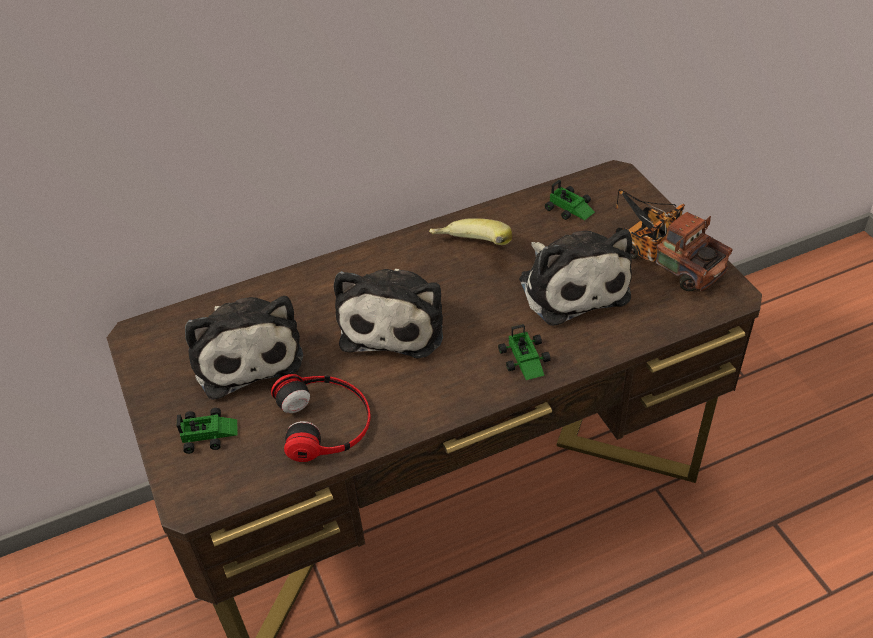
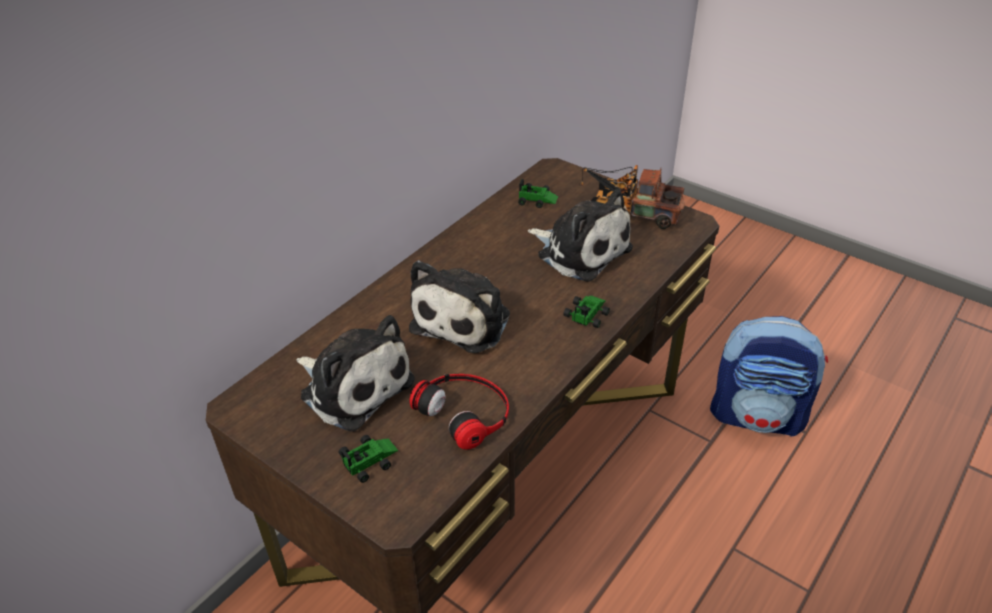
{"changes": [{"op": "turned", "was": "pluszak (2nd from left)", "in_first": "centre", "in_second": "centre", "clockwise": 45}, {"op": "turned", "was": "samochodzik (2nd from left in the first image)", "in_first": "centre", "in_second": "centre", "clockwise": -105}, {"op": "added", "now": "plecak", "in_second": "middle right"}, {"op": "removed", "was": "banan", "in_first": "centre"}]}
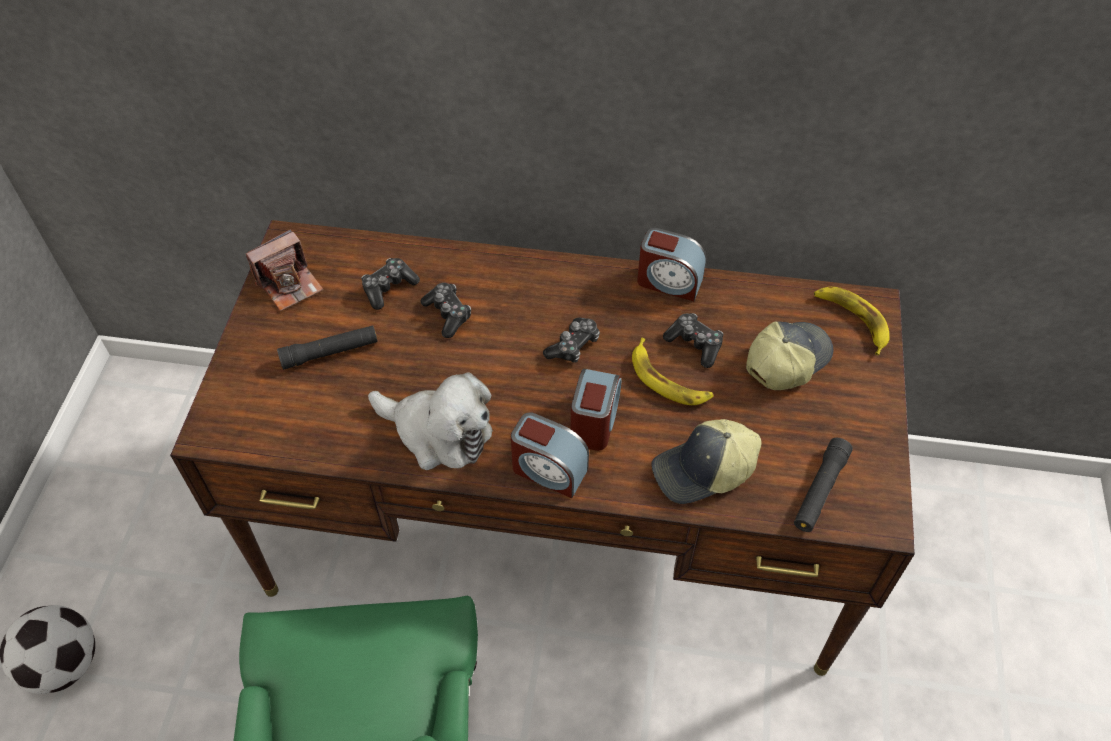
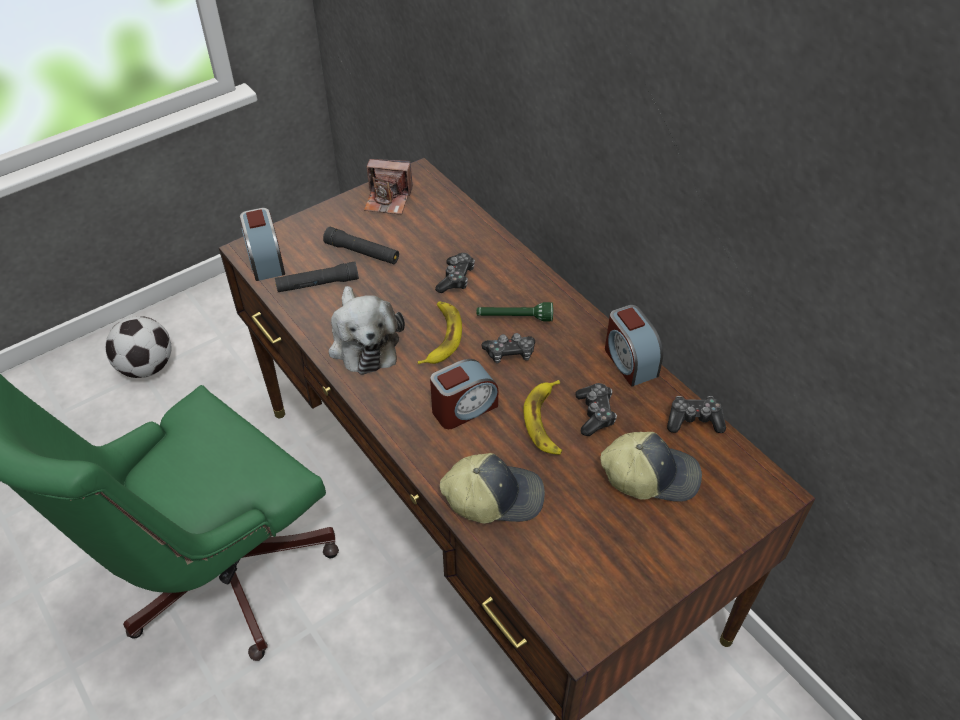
{"changes": [{"op": "moved", "was": "budzik (1st from left)", "in_first": "centre", "in_second": "middle left"}, {"op": "moved", "was": "latarka/czarny (2nd from left in the first image)", "now": "latarka/czarny (1st from left)", "in_first": "middle right", "in_second": "middle left"}, {"op": "moved", "was": "banan (2nd from left in the first image)", "now": "banan (1st from left)", "in_first": "middle right", "in_second": "centre"}, {"op": "turned", "was": "czapka z daszkiem (1st from left)", "in_first": "centre", "in_second": "bottom centre", "clockwise": 150}, {"op": "added", "now": "latarka/zielony", "in_second": "centre"}, {"op": "moved", "was": "pad do gier (1st from left in the first image)", "now": "pad do gier (4th from left)", "in_first": "centre", "in_second": "middle right"}]}
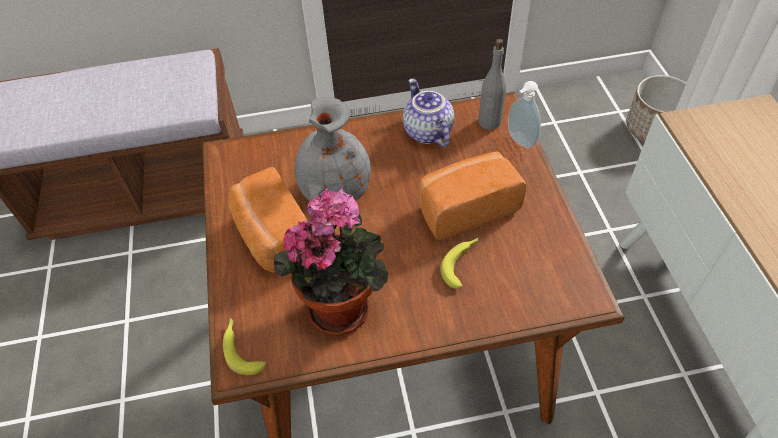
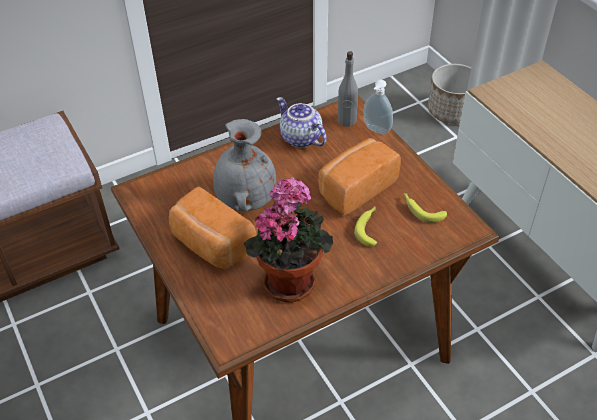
{"changes": [{"op": "moved", "was": "banan (1st from left in the first image)", "now": "banan (2nd from left)", "in_first": "bottom left", "in_second": "middle right"}]}
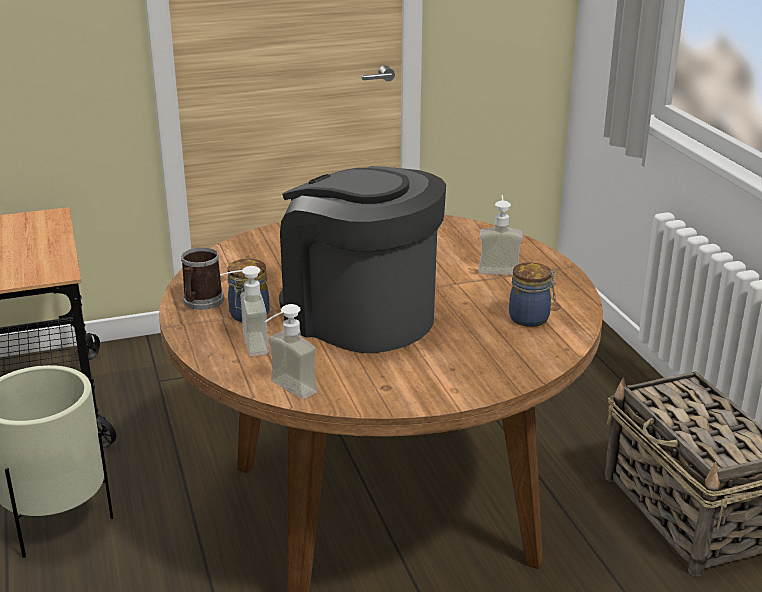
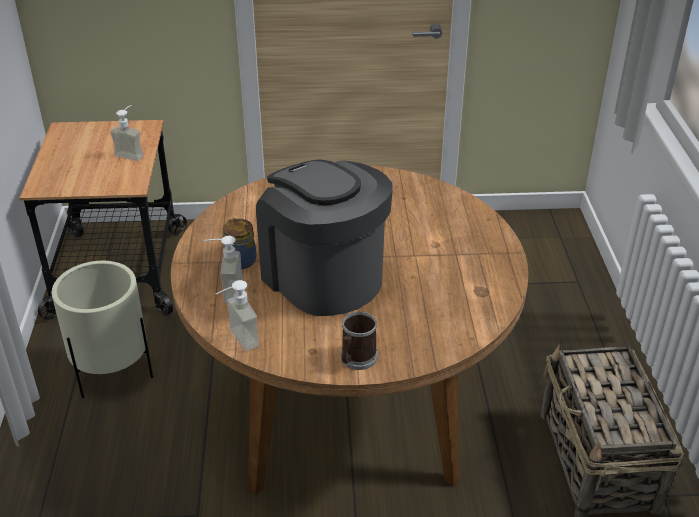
{"changes": [{"op": "moved", "was": "dozownik mydła (3rd from left in the first image)", "now": "dozownik mydła (1st from left)", "in_first": "centre", "in_second": "top left"}, {"op": "moved", "was": "kubek", "in_first": "middle left", "in_second": "centre"}, {"op": "removed", "was": "słoik (2nd from left)", "in_first": "middle right"}]}
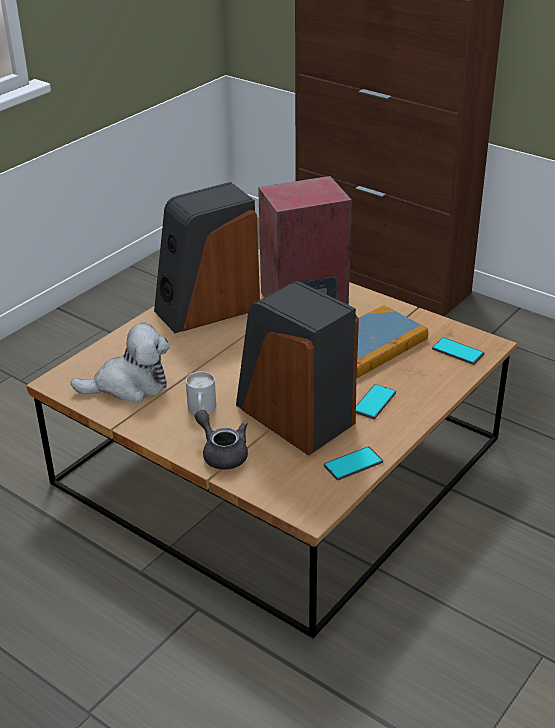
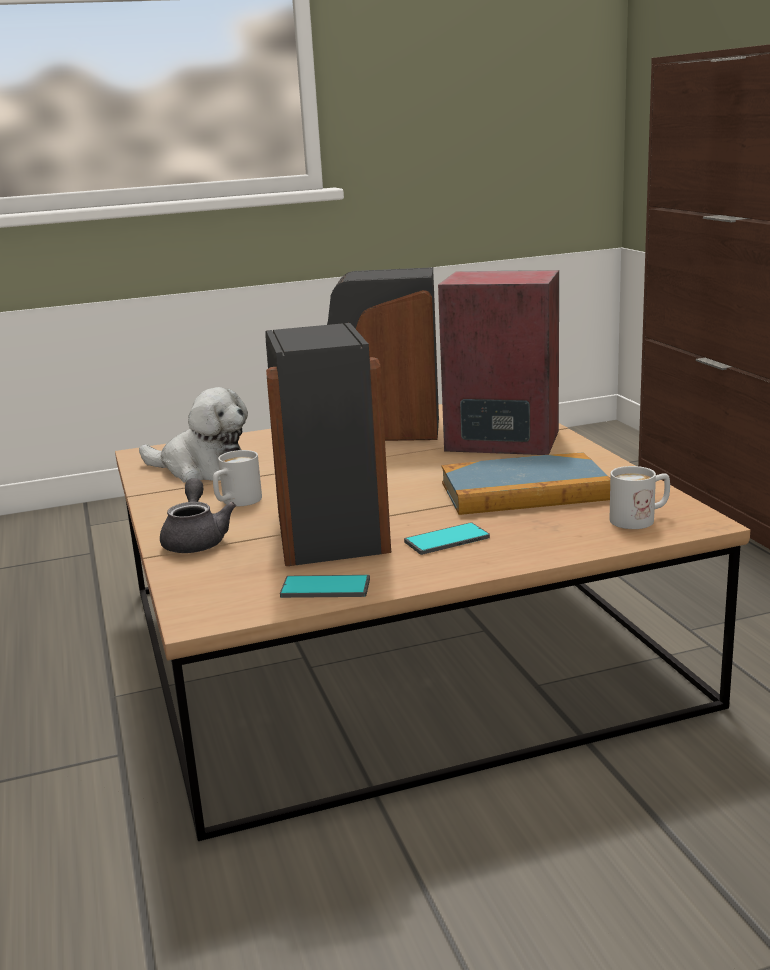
{"changes": [{"op": "replaced", "was": "telefon (3rd from left)", "now": "kubek/biały (2nd from left)", "in_first": "middle right", "in_second": "middle right"}]}
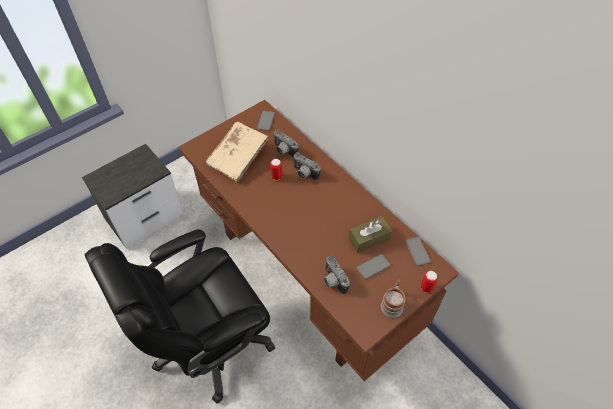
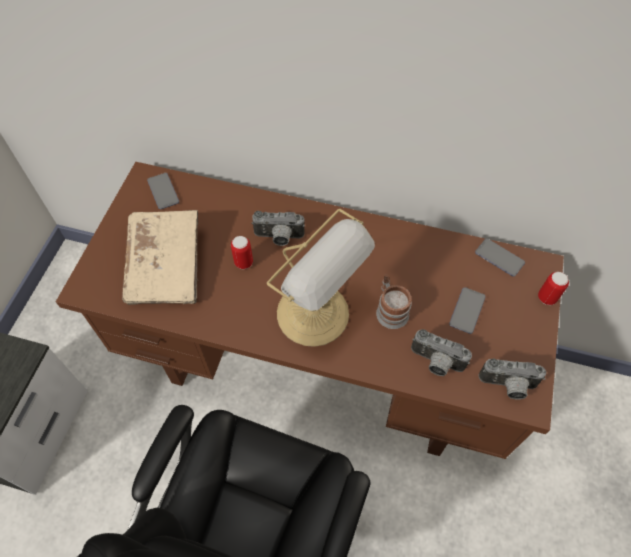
{"changes": [{"op": "added", "now": "lampa stołowa", "in_second": "centre"}, {"op": "moved", "was": "kubek", "in_first": "bottom centre", "in_second": "centre"}, {"op": "moved", "was": "aparat fotograficzny (1st from left in the first image)", "now": "aparat fotograficzny (3rd from left)", "in_first": "centre", "in_second": "bottom right"}, {"op": "removed", "was": "pudełko chusteczek/brązowy", "in_first": "centre"}]}
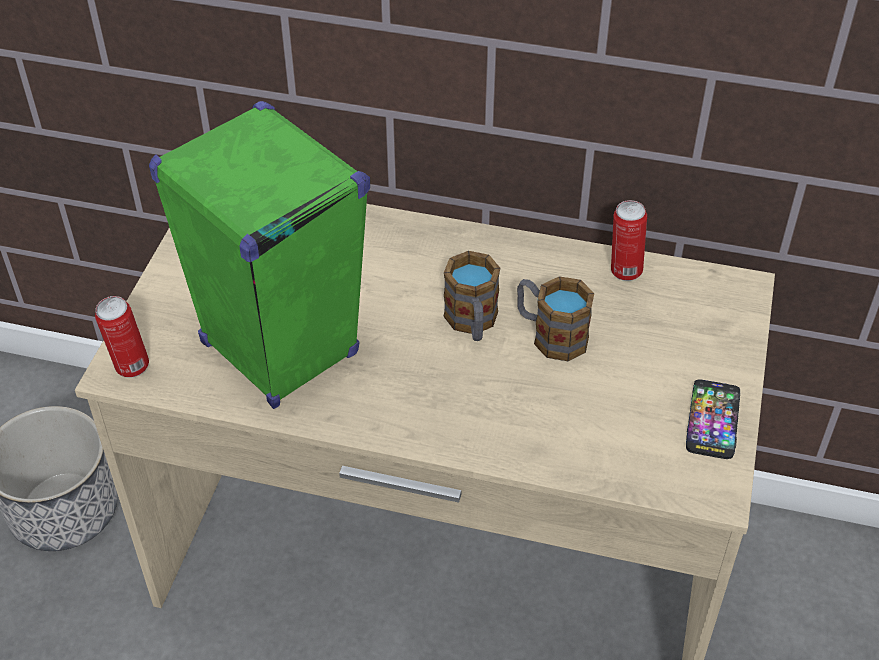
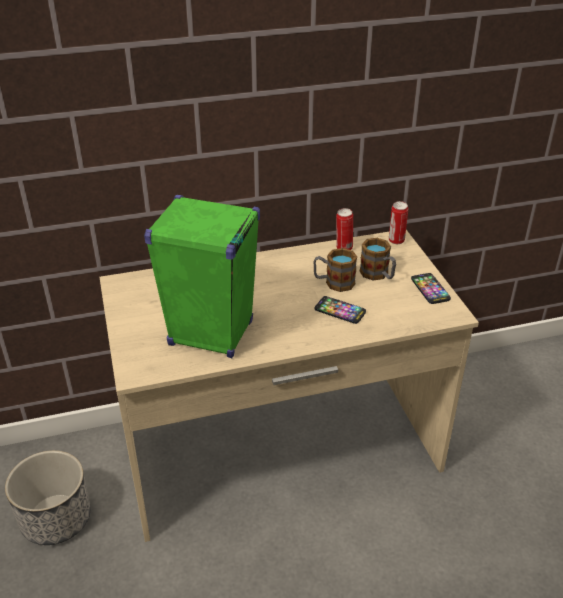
{"changes": [{"op": "added", "now": "telefon (1st from left)", "in_second": "centre"}, {"op": "moved", "was": "kubek (1st from left in the first image)", "now": "kubek (2nd from left)", "in_first": "centre", "in_second": "middle right"}, {"op": "moved", "was": "puszka (1st from left in the first image)", "now": "puszka (2nd from left)", "in_first": "middle left", "in_second": "middle right"}]}
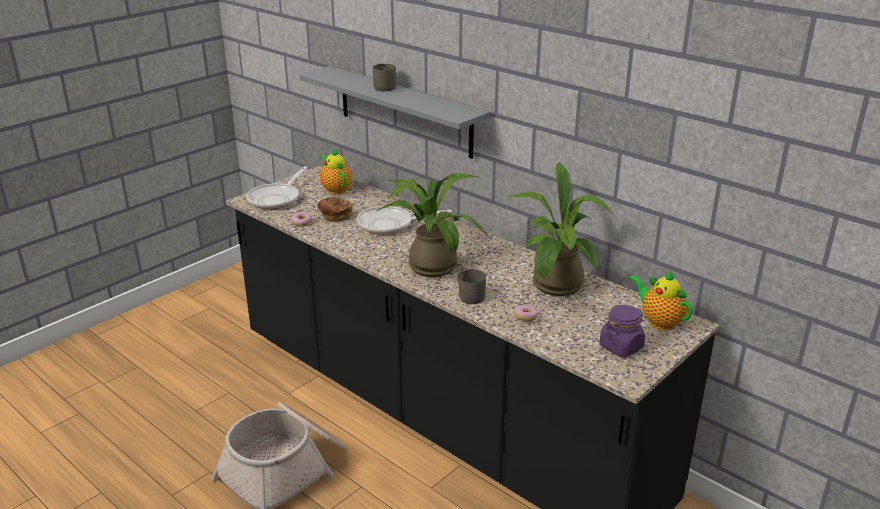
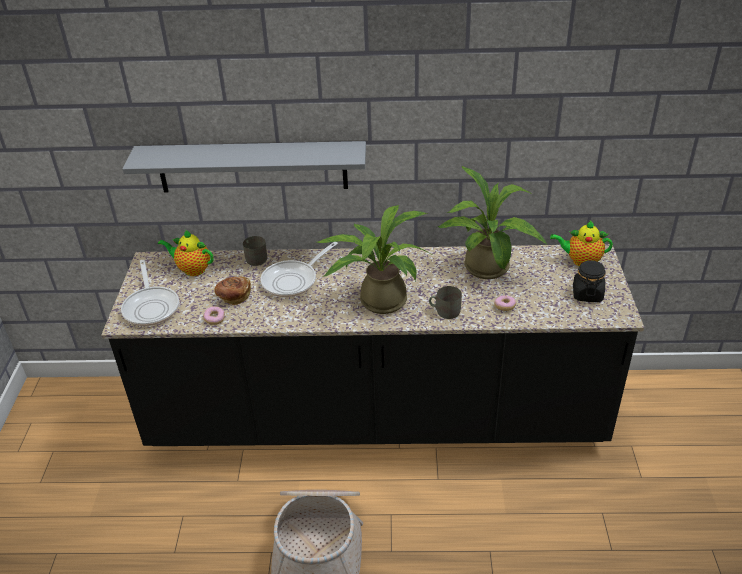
{"changes": [{"op": "moved", "was": "kubek/szary (1st from left)", "in_first": "top centre", "in_second": "centre"}, {"op": "recoloured", "was": "słoik/fioletowy", "now": "słoik/czarny", "in_first": "middle right", "in_second": "middle right"}]}
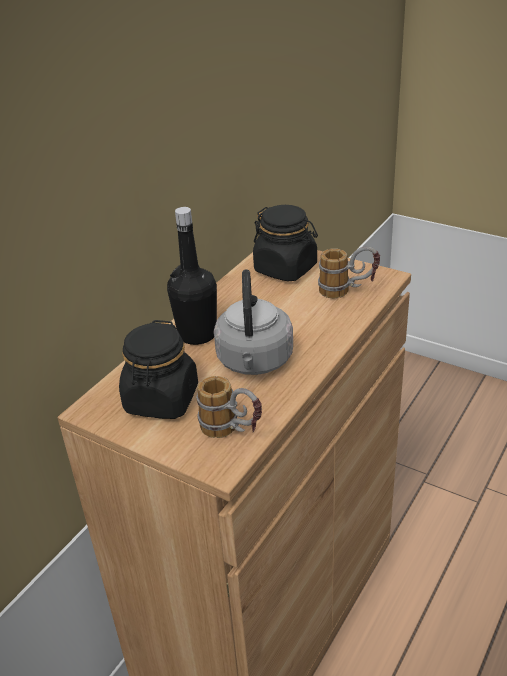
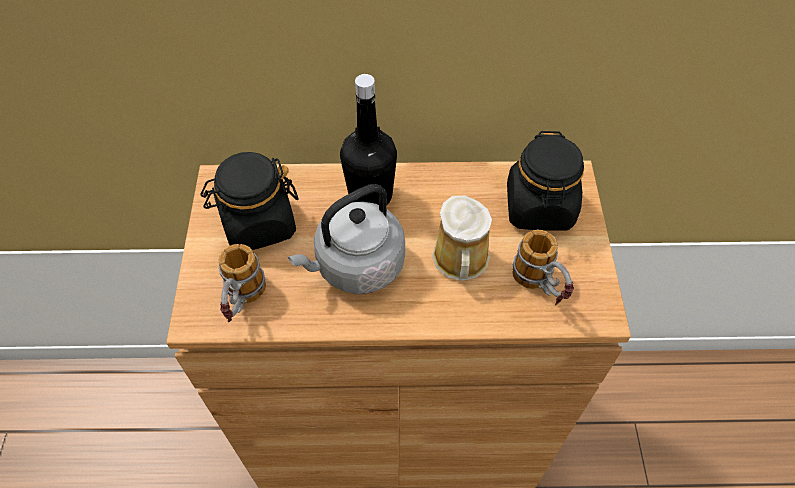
{"changes": [{"op": "added", "now": "kubek (2nd from left)", "in_second": "centre"}]}
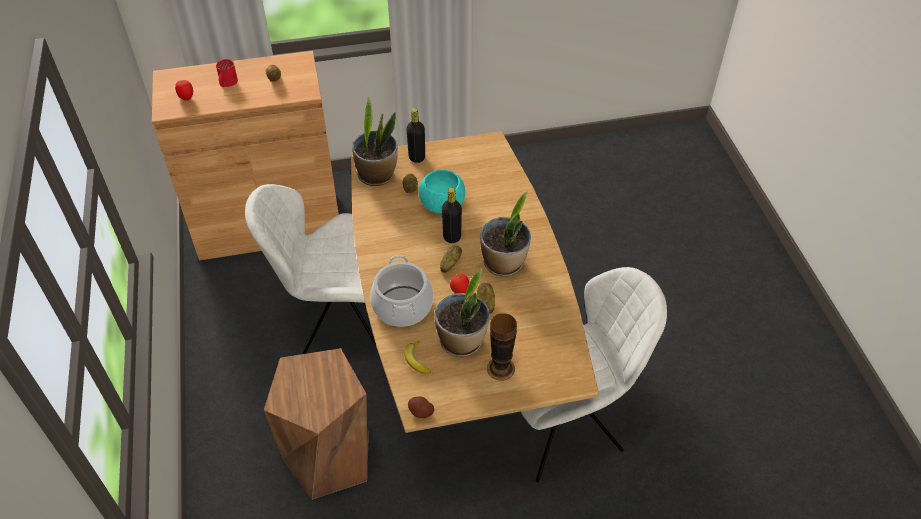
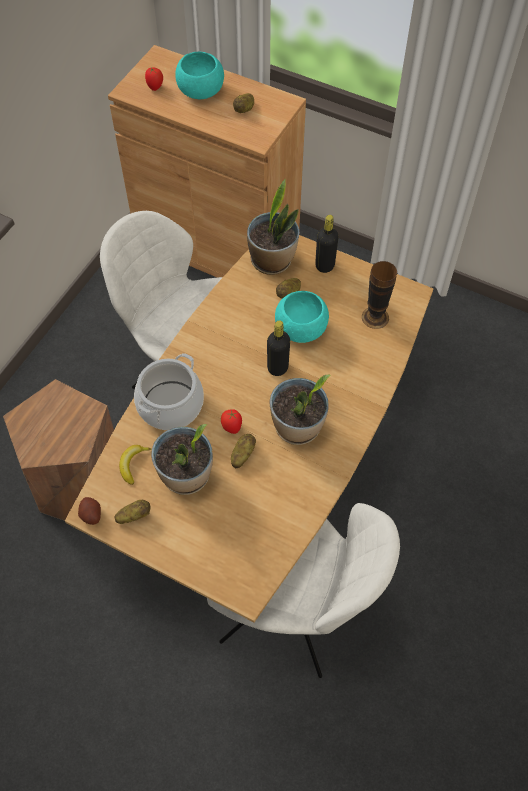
{"changes": [{"op": "moved", "was": "ziemniak (4th from left in the first image)", "now": "ziemniak (2nd from left)", "in_first": "centre", "in_second": "middle left"}, {"op": "replaced", "was": "kubek/czerwony", "now": "miska/turkusowy (1st from left)", "in_first": "top left", "in_second": "top centre"}, {"op": "moved", "was": "wazon", "in_first": "bottom centre", "in_second": "middle right"}]}
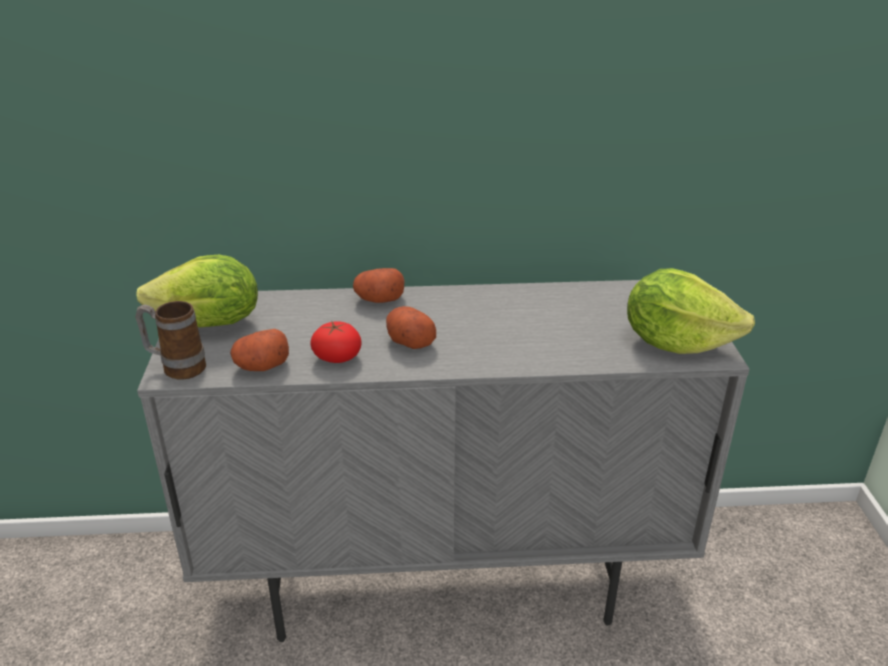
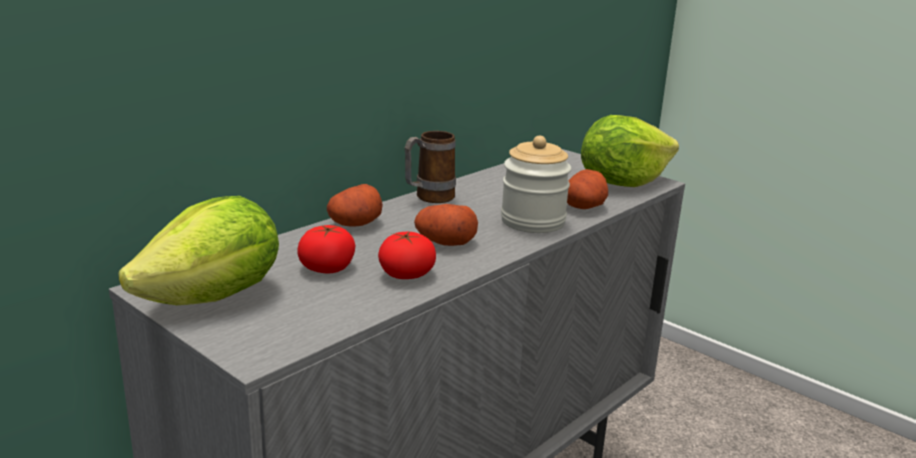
{"changes": [{"op": "added", "now": "pomidor (1st from left)", "in_second": "centre"}, {"op": "moved", "was": "kubek", "in_first": "middle left", "in_second": "centre"}, {"op": "added", "now": "słoik", "in_second": "centre"}, {"op": "moved", "was": "ziemniak (1st from left in the first image)", "now": "ziemniak (3rd from left)", "in_first": "middle left", "in_second": "centre"}]}
